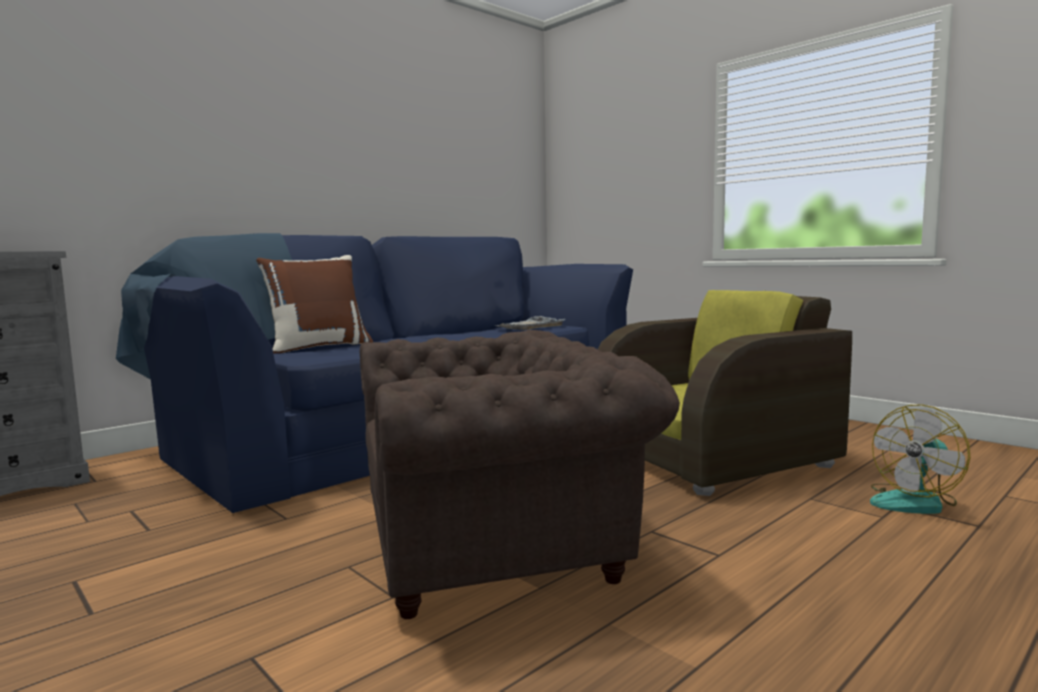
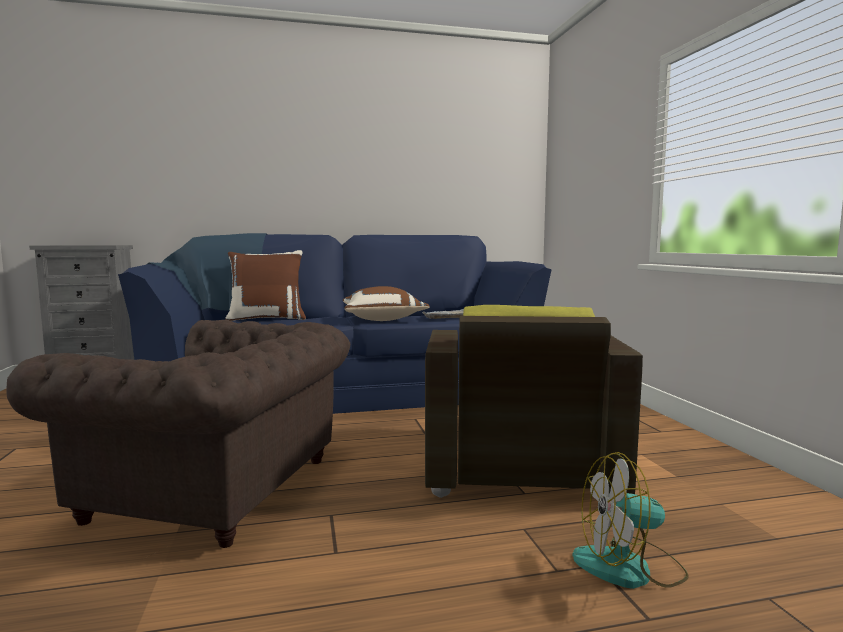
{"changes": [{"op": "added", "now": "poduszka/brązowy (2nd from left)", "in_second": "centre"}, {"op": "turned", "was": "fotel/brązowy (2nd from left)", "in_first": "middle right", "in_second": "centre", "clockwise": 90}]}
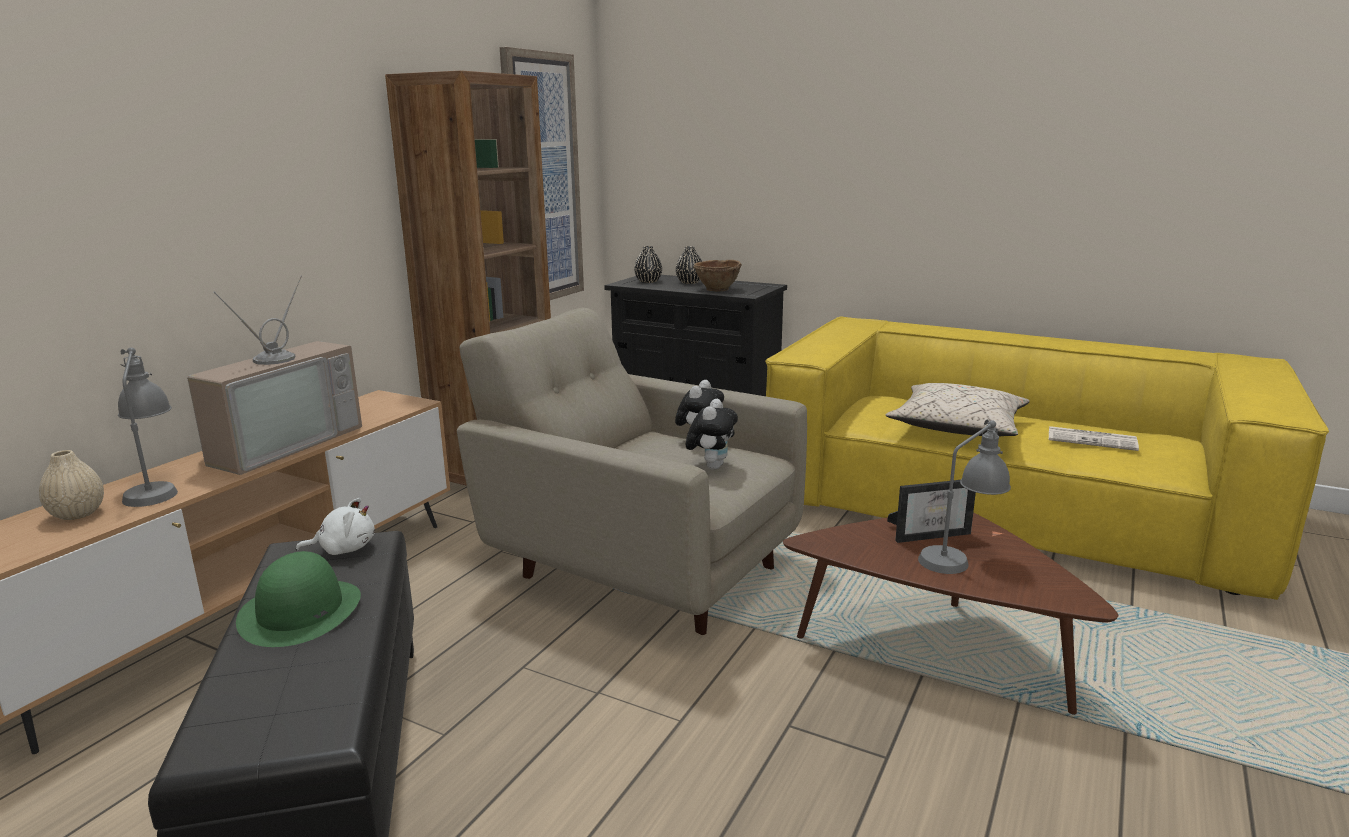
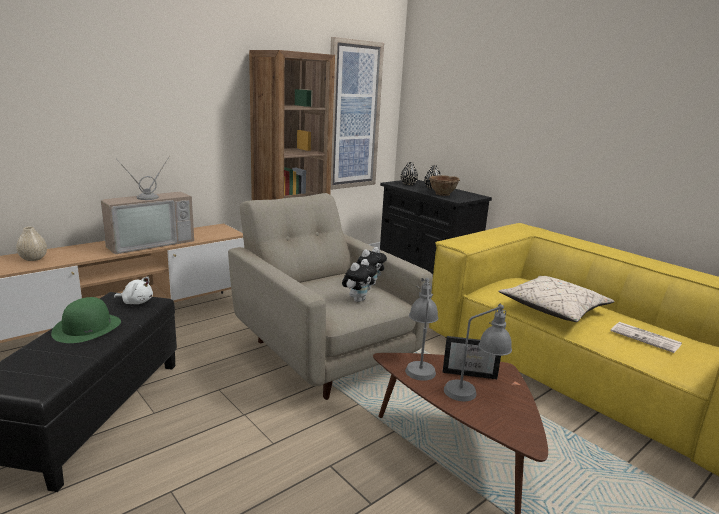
{"changes": [{"op": "moved", "was": "lampa stołowa/szary (1st from left)", "in_first": "middle left", "in_second": "centre"}]}
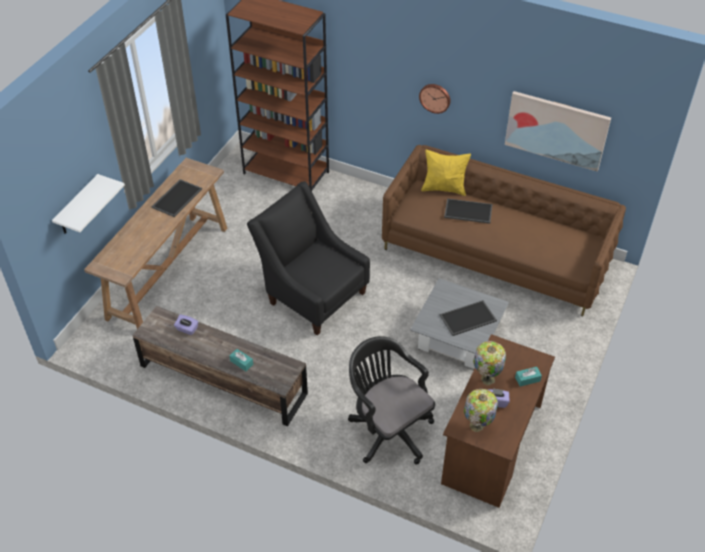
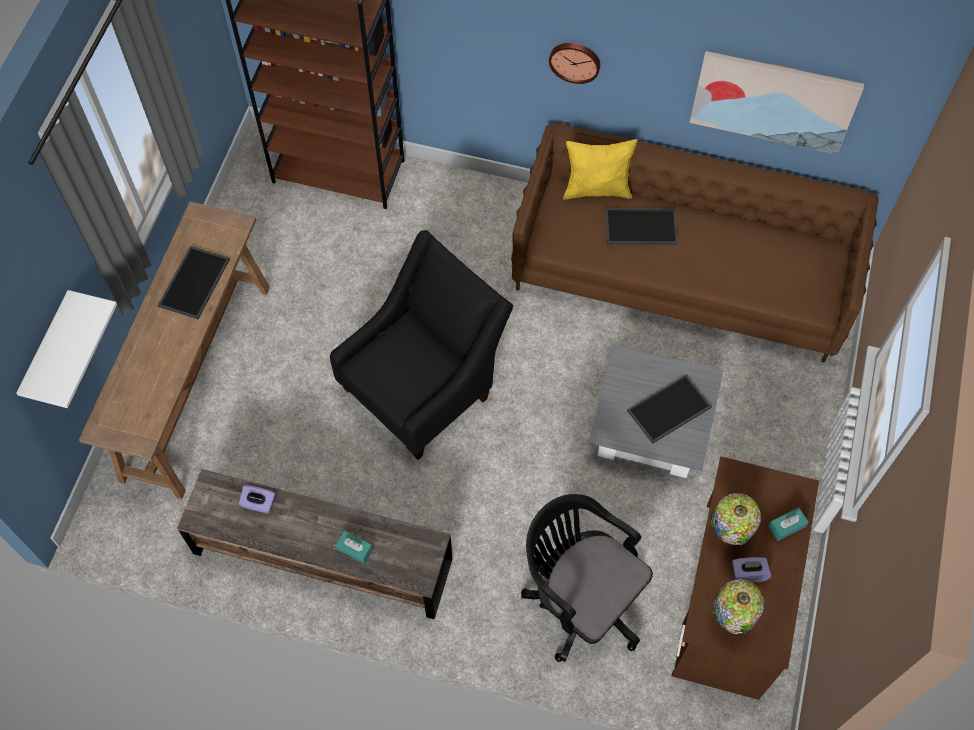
{"changes": [{"op": "turned", "was": "fotel/czarny", "in_first": "centre", "in_second": "centre", "clockwise": 105}]}
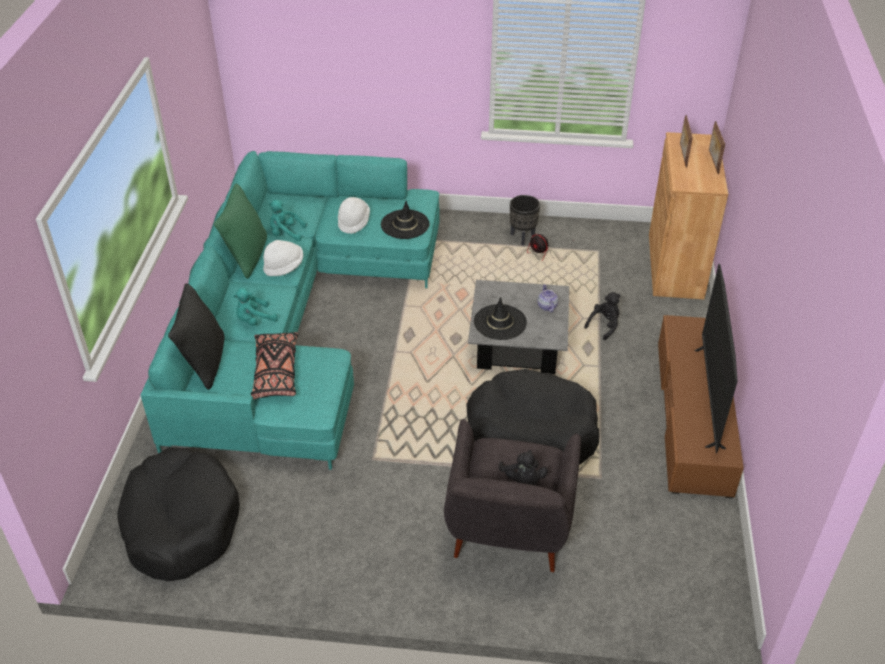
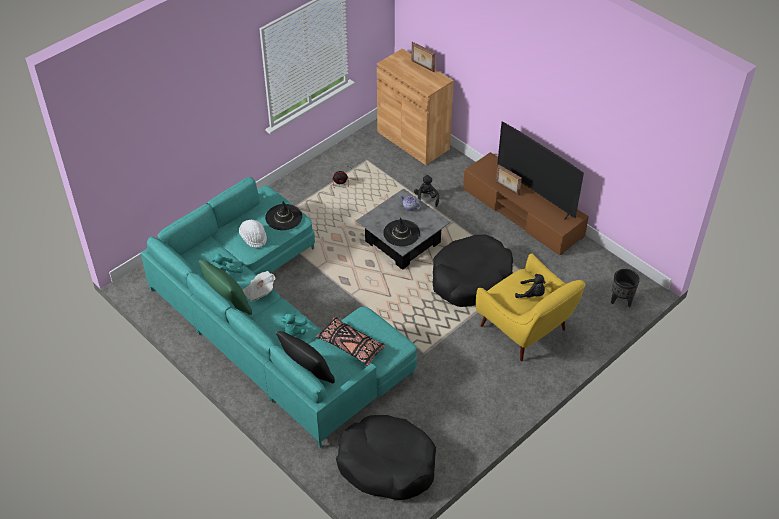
{"changes": [{"op": "replaced", "was": "kapelusz/biały (1st from left)", "now": "gazeta", "in_first": "middle left", "in_second": "middle left"}, {"op": "recoloured", "was": "fotel/szary", "now": "fotel/żółty", "in_first": "bottom centre", "in_second": "middle right"}, {"op": "moved", "was": "ramka na zdjęcie (1st from left in the first image)", "now": "ramka na zdjęcie (2nd from left)", "in_first": "top right", "in_second": "centre"}, {"op": "moved", "was": "donica/czarny", "in_first": "top centre", "in_second": "middle right"}]}
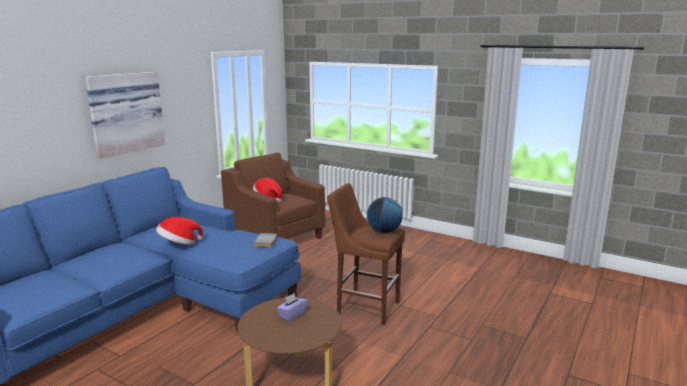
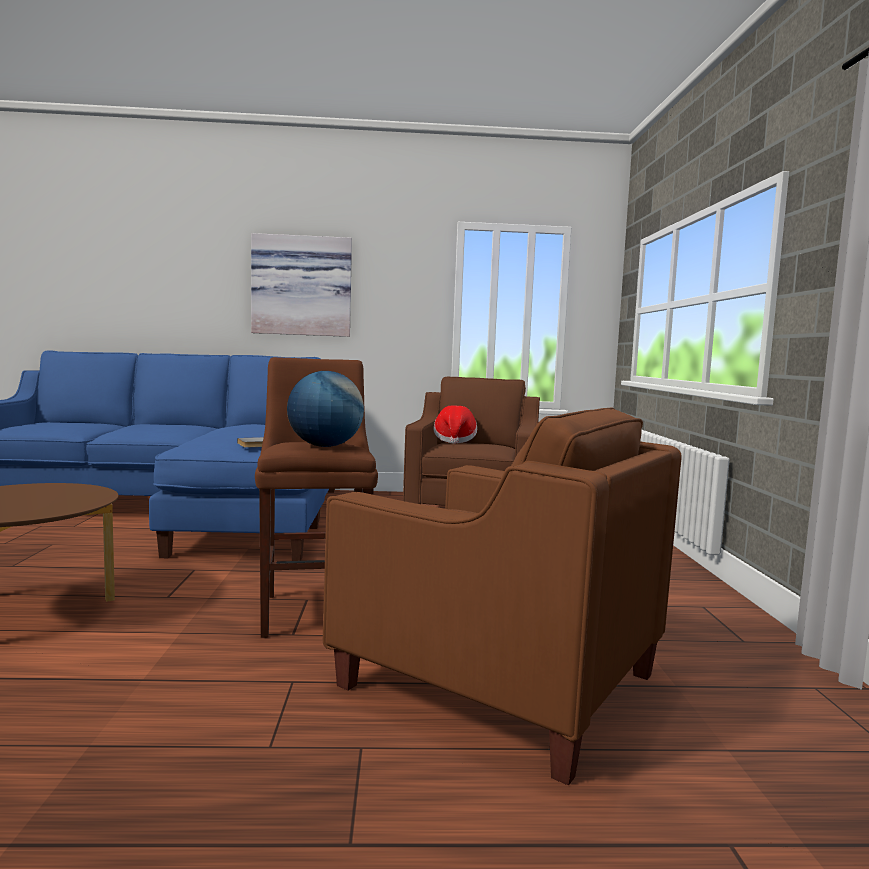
{"changes": [{"op": "added", "now": "fotel/brązowy (2nd from left)", "in_second": "bottom centre"}, {"op": "removed", "was": "kapelusz (1st from left)", "in_first": "middle left"}, {"op": "removed", "was": "pudełko chusteczek/fioletowy", "in_first": "bottom centre"}]}
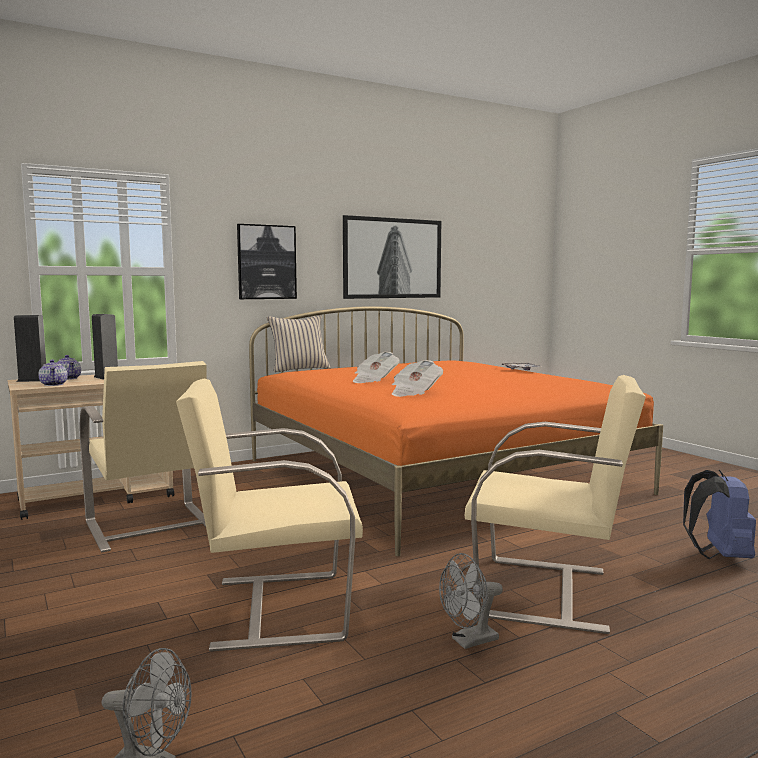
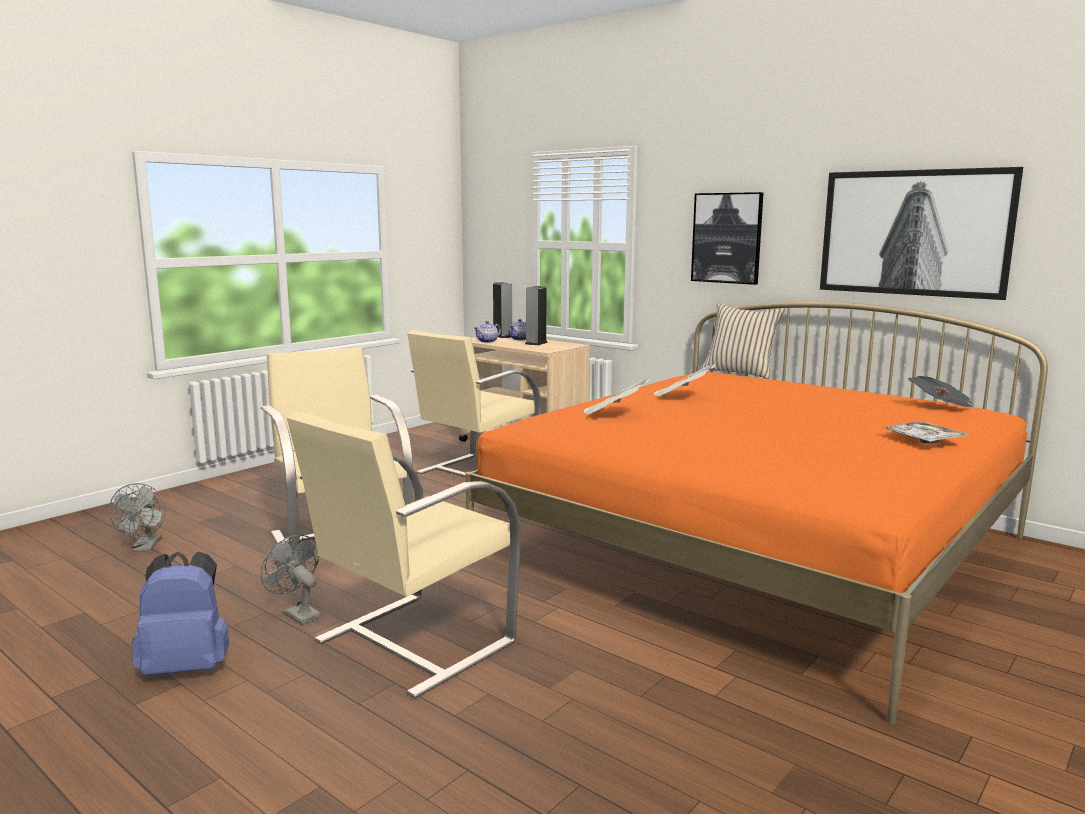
{"changes": [{"op": "moved", "was": "plecak/niebieski", "in_first": "bottom right", "in_second": "bottom left"}, {"op": "turned", "was": "fotel/beżowy (3rd from left in the first image)", "in_first": "middle right", "in_second": "bottom centre", "clockwise": 45}, {"op": "added", "now": "gazeta (3rd from left)", "in_second": "middle right"}]}
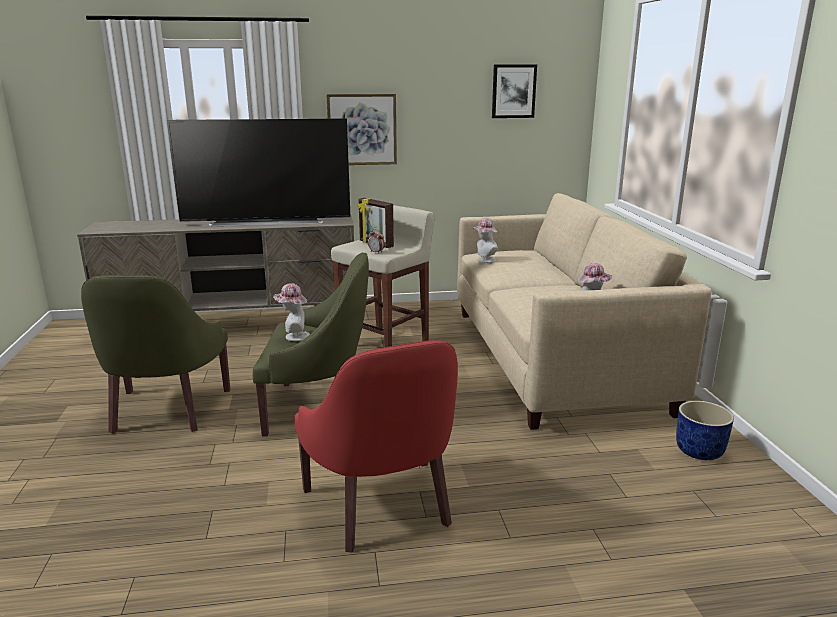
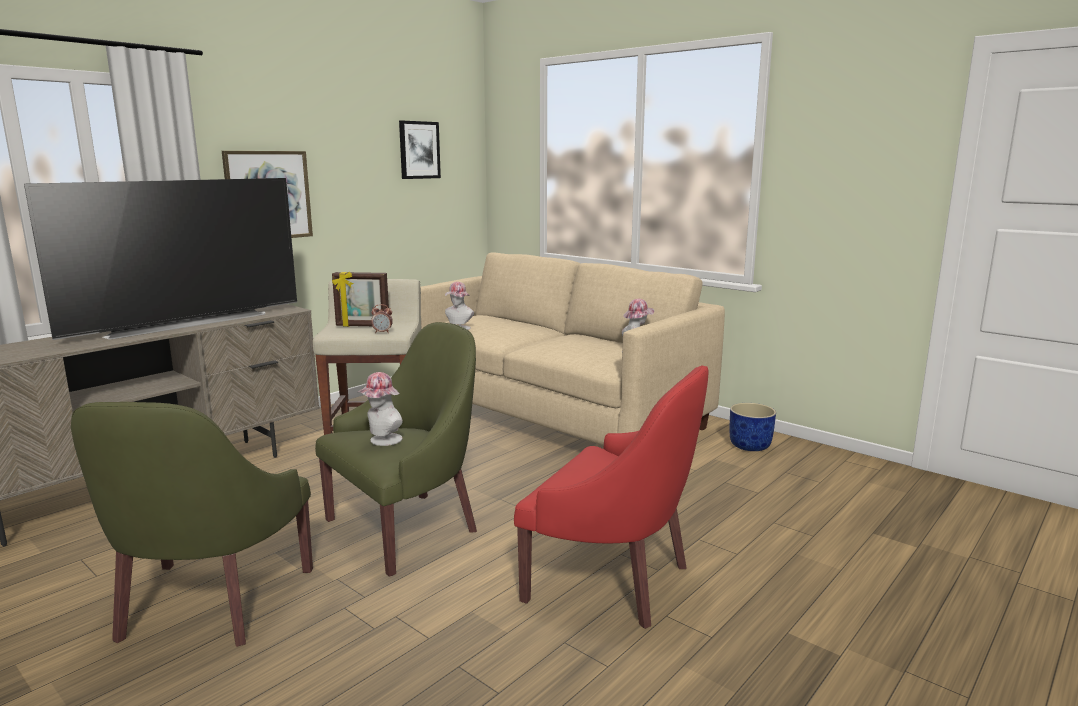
{"changes": [{"op": "turned", "was": "fotel/zielony (1st from left)", "in_first": "middle left", "in_second": "bottom left", "clockwise": 45}]}
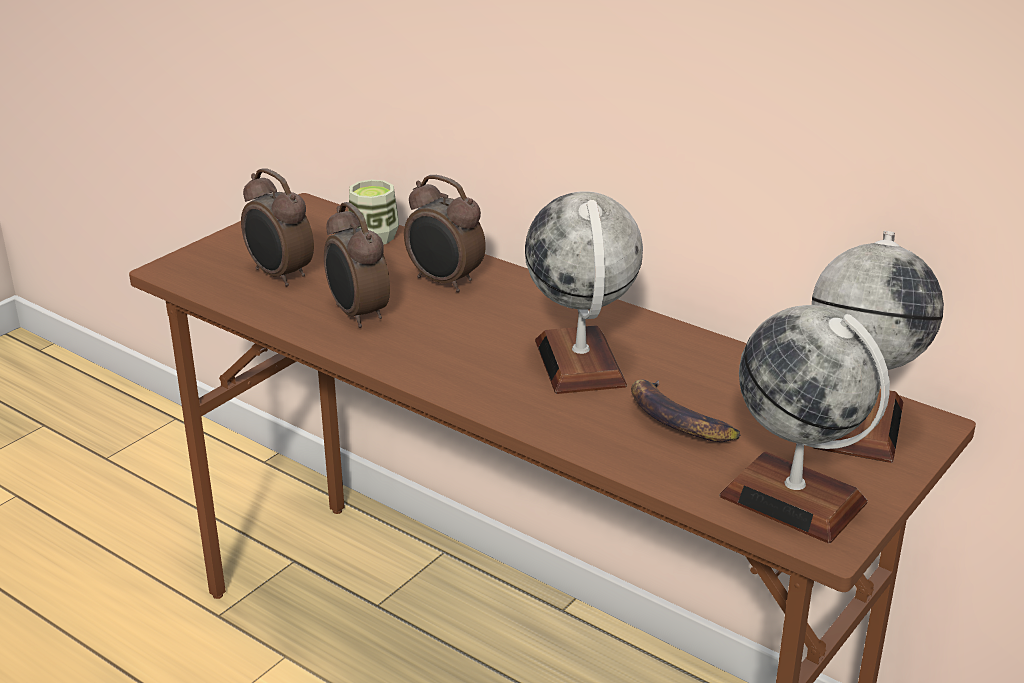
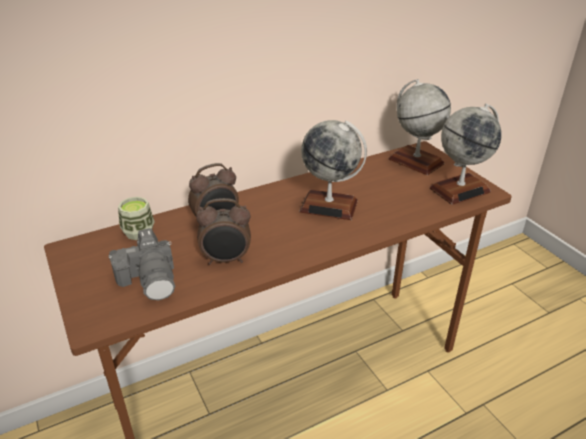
{"changes": [{"op": "replaced", "was": "budzik (1st from left)", "now": "aparat fotograficzny", "in_first": "top left", "in_second": "middle left"}, {"op": "removed", "was": "banan", "in_first": "middle right"}]}
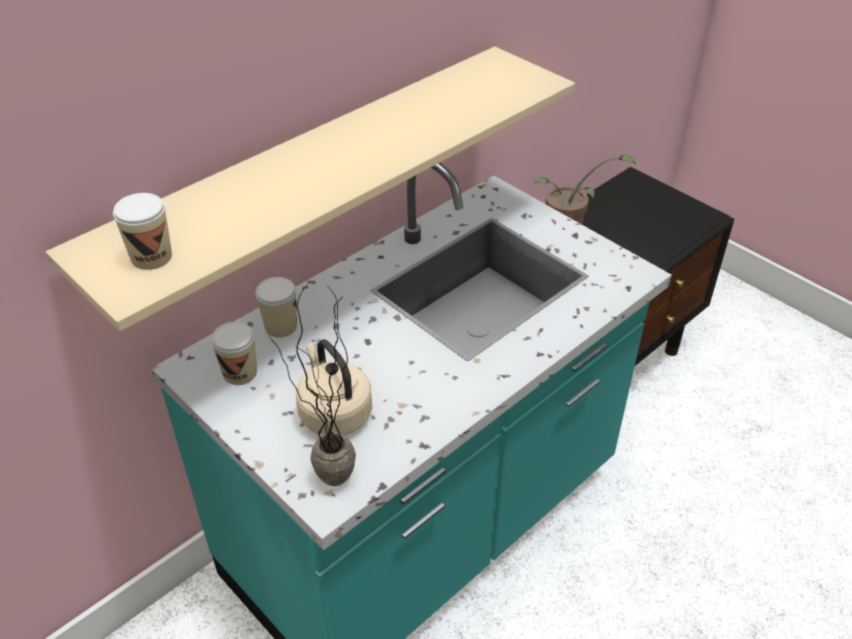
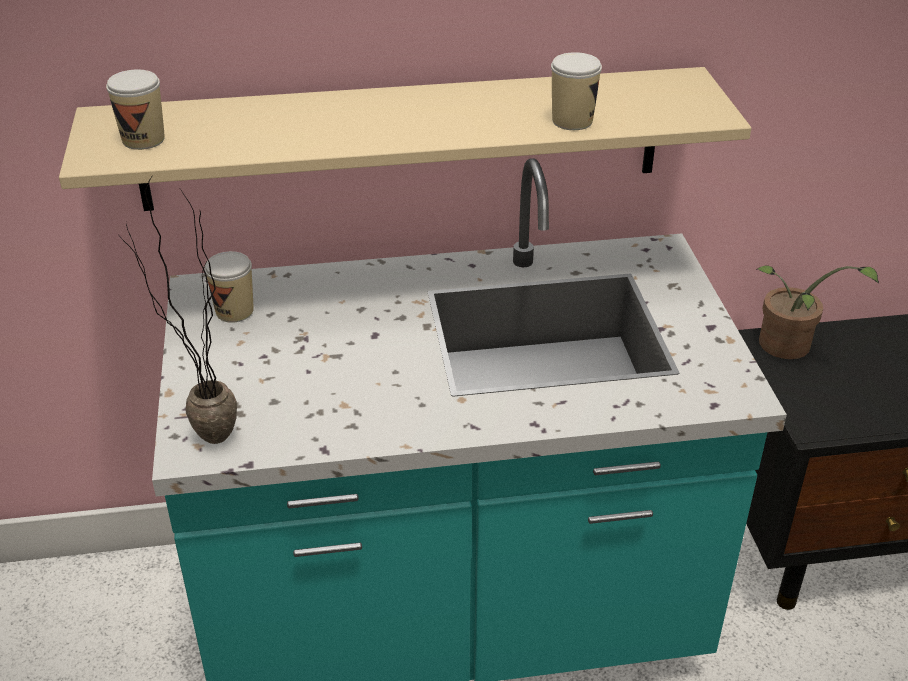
{"changes": [{"op": "moved", "was": "filiżanka (3rd from left)", "in_first": "middle left", "in_second": "top centre"}, {"op": "removed", "was": "czajnik/beżowy", "in_first": "centre"}]}
